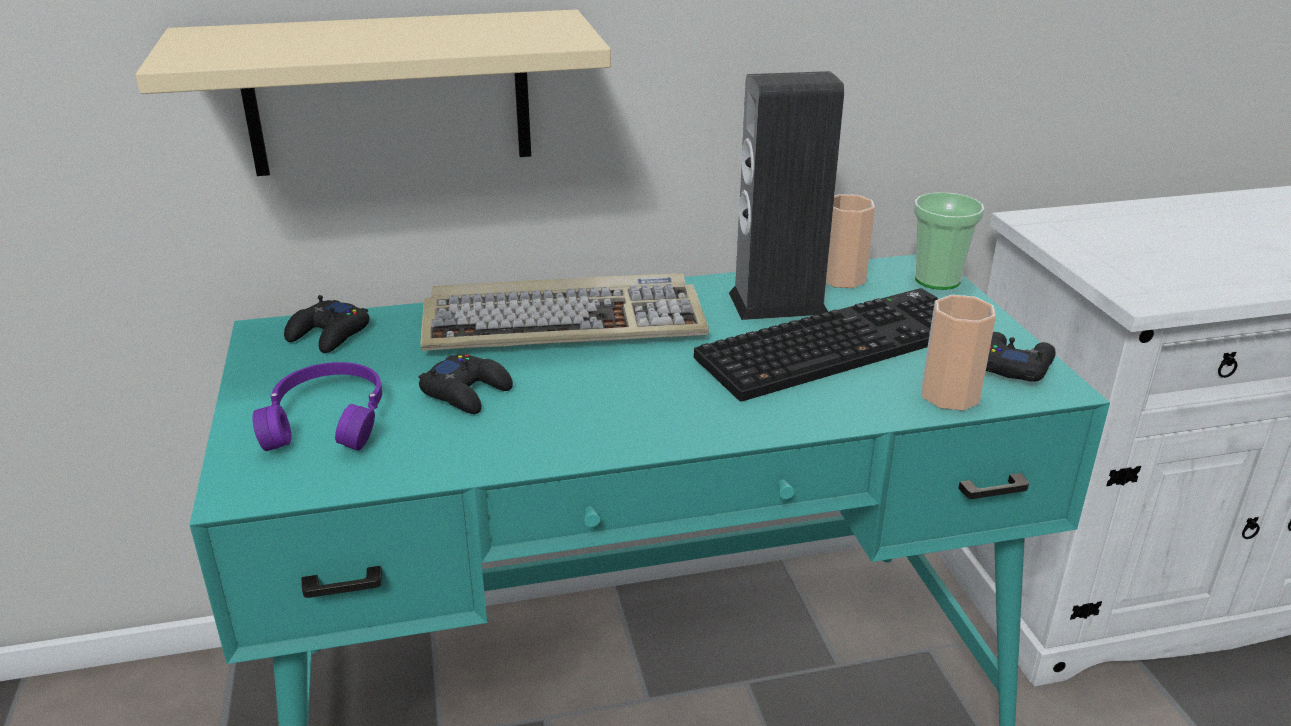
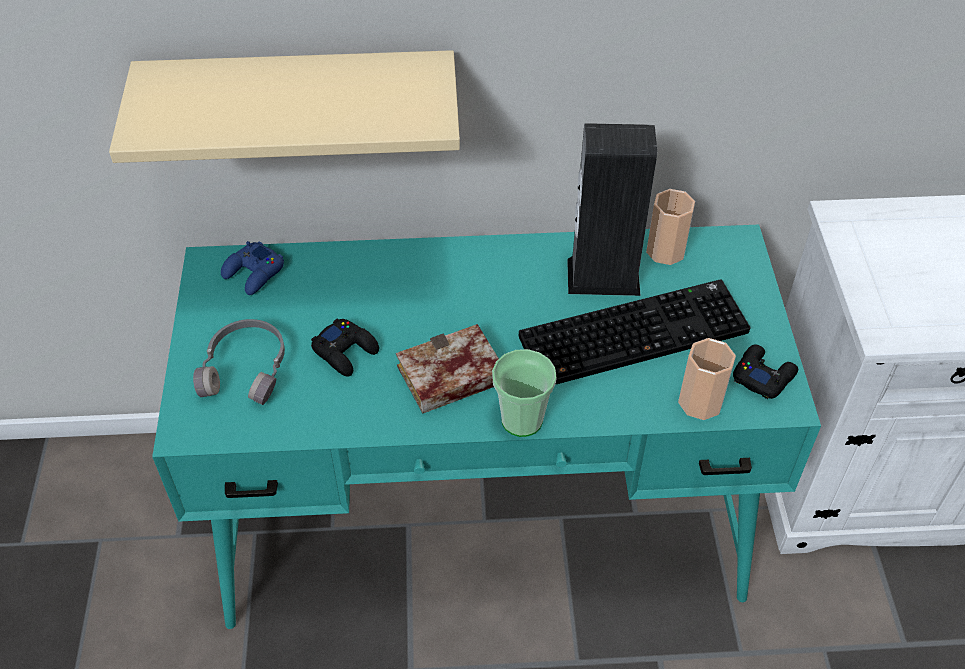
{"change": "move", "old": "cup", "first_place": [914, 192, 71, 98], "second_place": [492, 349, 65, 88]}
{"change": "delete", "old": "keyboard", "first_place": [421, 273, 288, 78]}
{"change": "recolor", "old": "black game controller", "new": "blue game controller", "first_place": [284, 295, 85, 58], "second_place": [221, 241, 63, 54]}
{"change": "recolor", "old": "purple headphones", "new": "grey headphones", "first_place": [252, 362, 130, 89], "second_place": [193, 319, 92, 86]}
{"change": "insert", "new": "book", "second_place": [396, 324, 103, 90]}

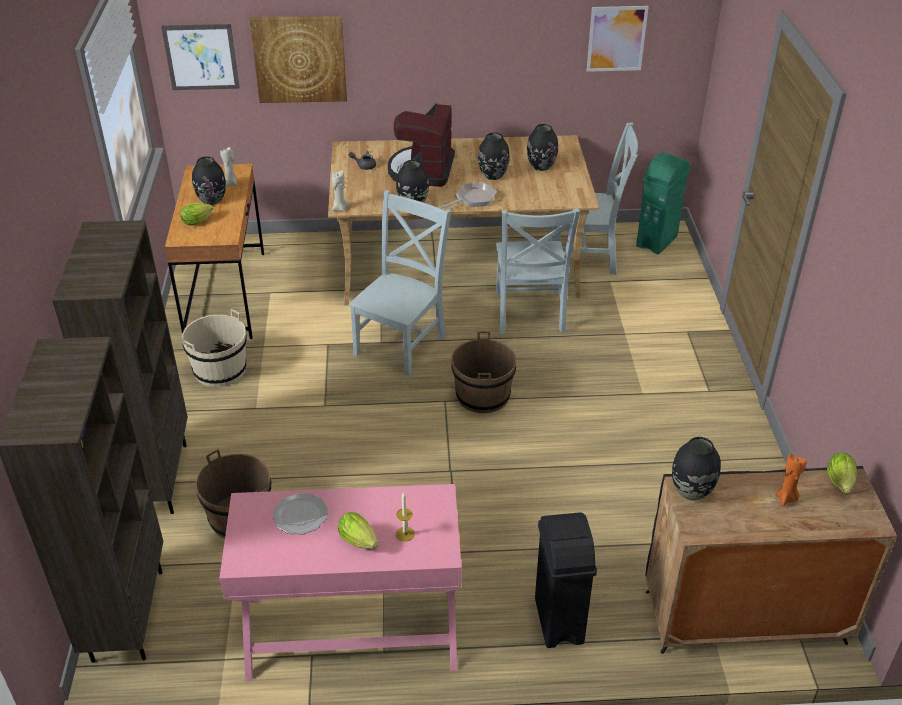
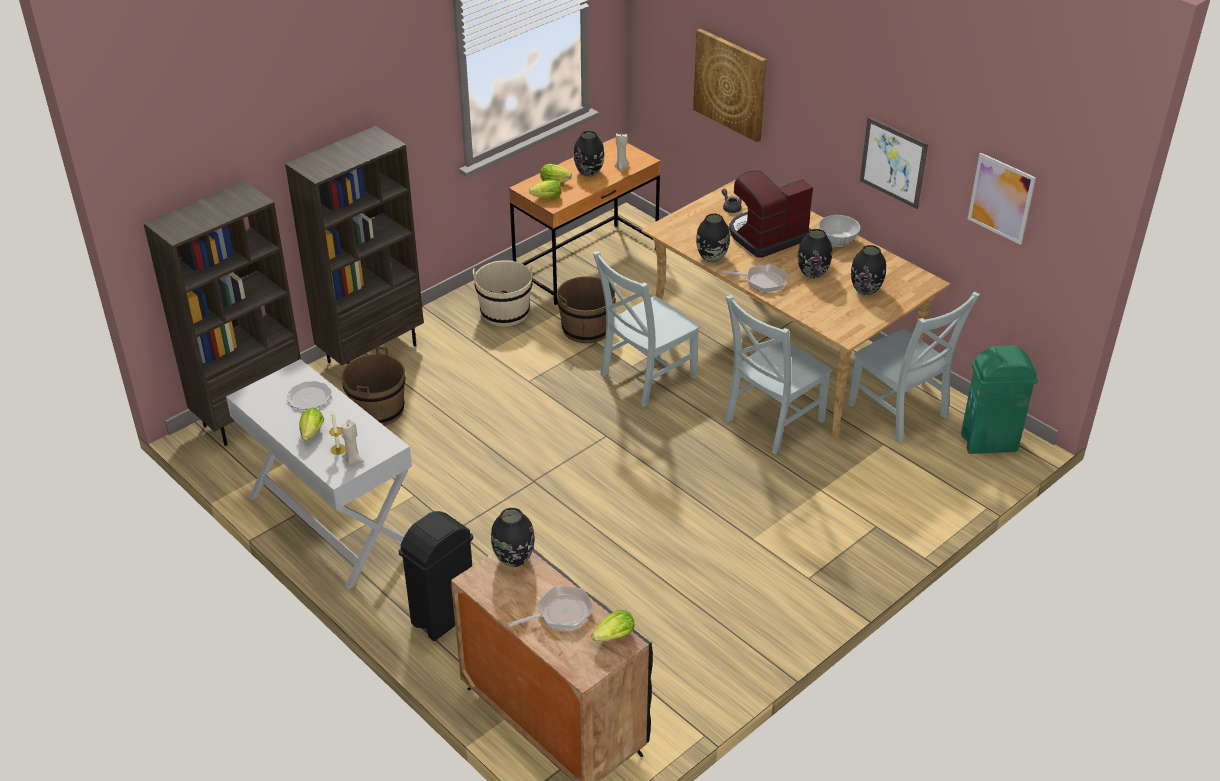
{"change": "move", "old": "picture", "first_place": [161, 24, 79, 66], "second_place": [860, 117, 68, 92]}
{"change": "move", "old": "beige candle", "first_place": [331, 170, 19, 42], "second_place": [341, 419, 23, 46]}
{"change": "rotate", "old": "grey chair", "first_place": [349, 190, 103, 186], "second_place": [593, 251, 107, 156], "degrees": 150}
{"change": "move", "old": "brown bucket", "first_place": [451, 331, 66, 82], "second_place": [557, 276, 59, 67]}
{"change": "replace", "old": "orange candle", "new": "frying pan", "first_place": [775, 454, 32, 53], "second_place": [508, 586, 86, 43]}
{"change": "recolor", "old": "pink console table", "new": "white console table", "first_place": [219, 484, 243, 197], "second_place": [226, 359, 186, 230]}
{"change": "insert", "new": "lettuce", "second_place": [529, 180, 32, 19]}
{"change": "insert", "new": "white bowl", "second_place": [819, 215, 41, 32]}

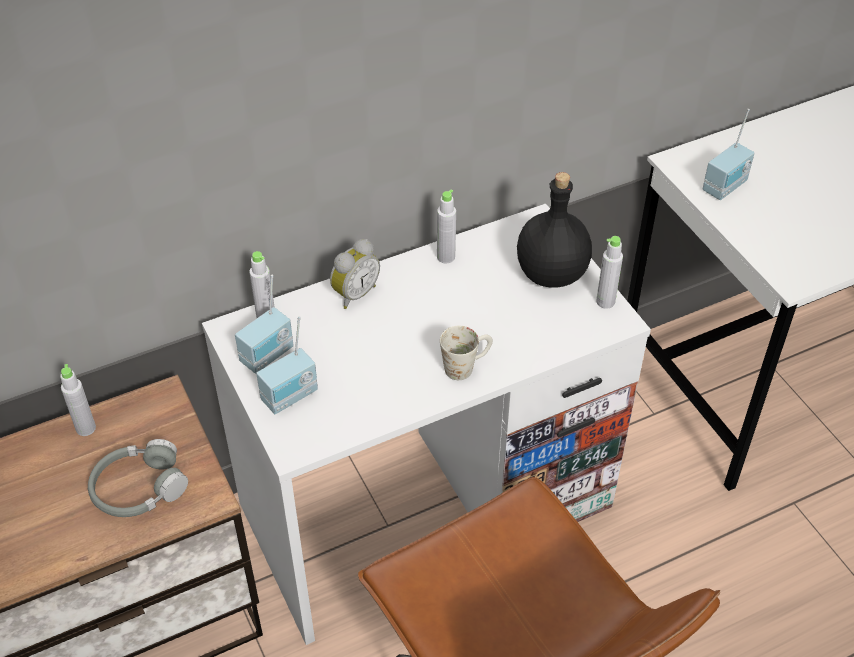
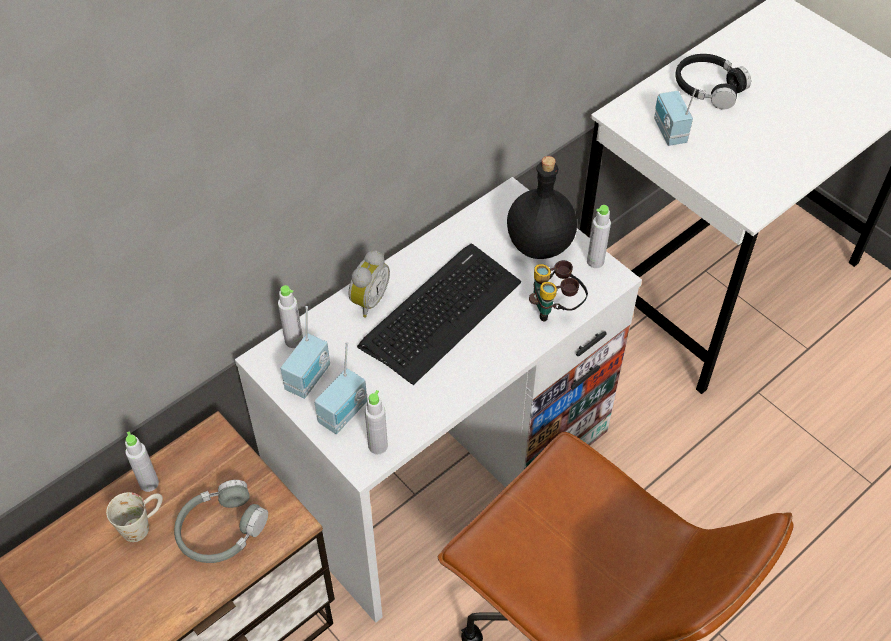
{"change": "rotate", "old": "radio", "first_place": [702, 109, 52, 91], "second_place": [654, 87, 43, 59], "degrees": 135}
{"change": "move", "old": "grey bottle", "first_place": [437, 190, 19, 74], "second_place": [365, 390, 23, 64]}
{"change": "move", "old": "white mug", "first_place": [440, 326, 53, 54], "second_place": [106, 492, 57, 50]}
{"change": "insert", "new": "black headphones", "second_place": [675, 54, 76, 55]}
{"change": "insert", "new": "keyboard", "second_place": [357, 243, 164, 142]}
{"change": "insert", "new": "binoculars", "second_place": [529, 260, 59, 62]}

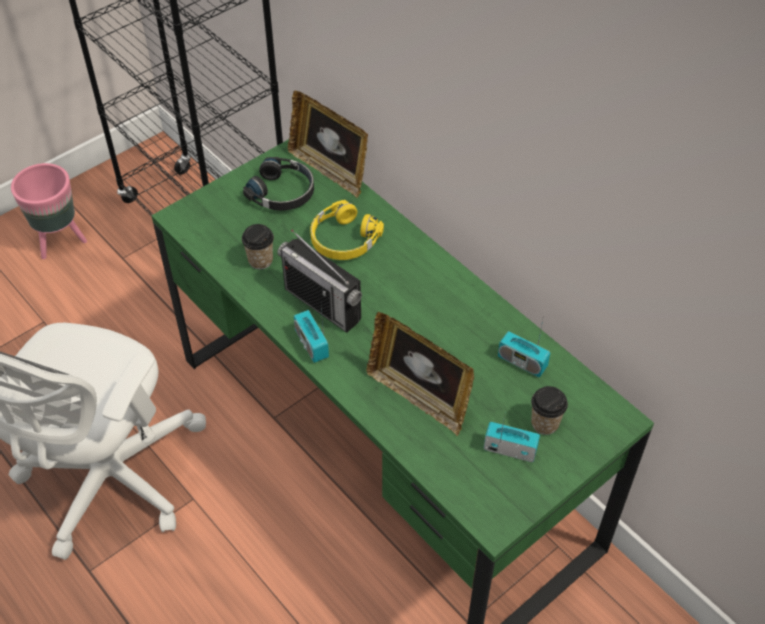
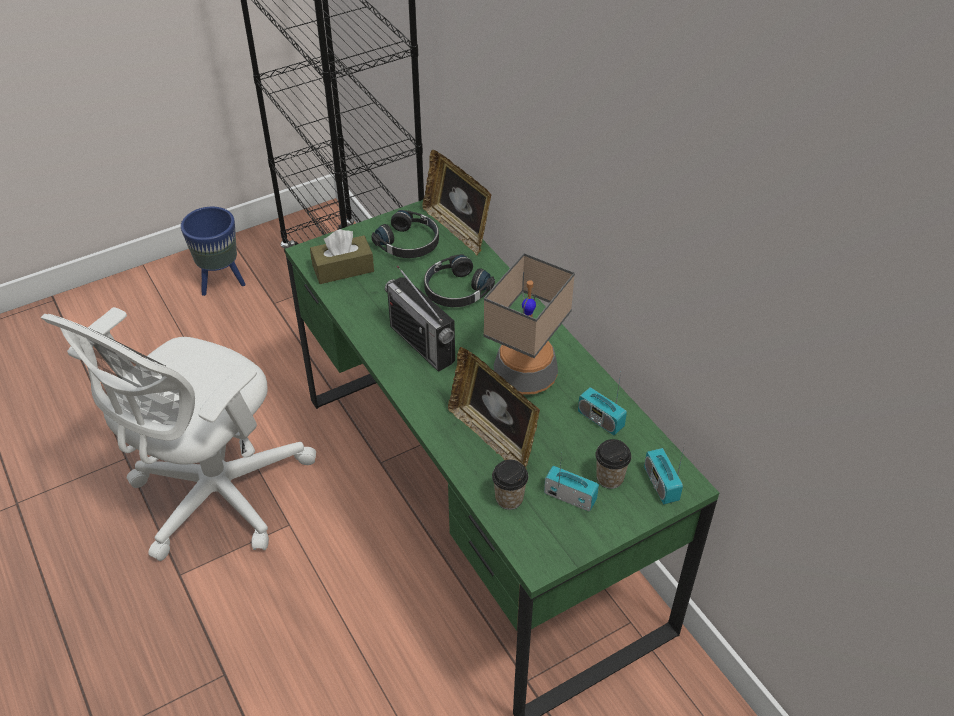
{"change": "recolor", "old": "pink planter", "new": "blue planter", "first_place": [11, 163, 76, 96], "second_place": [181, 207, 65, 89]}
{"change": "recolor", "old": "yellow headphones", "new": "black headphones", "first_place": [310, 200, 74, 60], "second_place": [424, 254, 71, 53]}
{"change": "move", "old": "cup", "first_place": [242, 224, 32, 46], "second_place": [492, 460, 36, 50]}
{"change": "move", "old": "radio", "first_place": [294, 307, 35, 56], "second_place": [644, 444, 41, 60]}
{"change": "insert", "new": "brown tissue box", "second_place": [310, 229, 64, 55]}
{"change": "insert", "new": "table lamp", "second_place": [483, 253, 92, 142]}

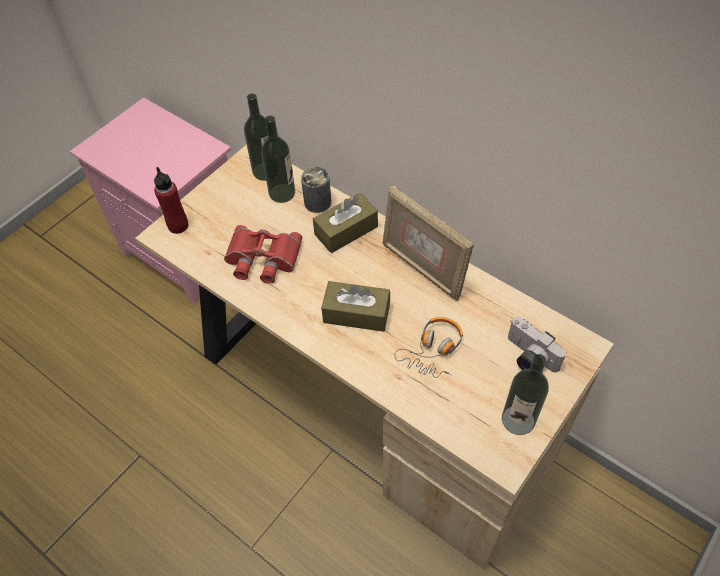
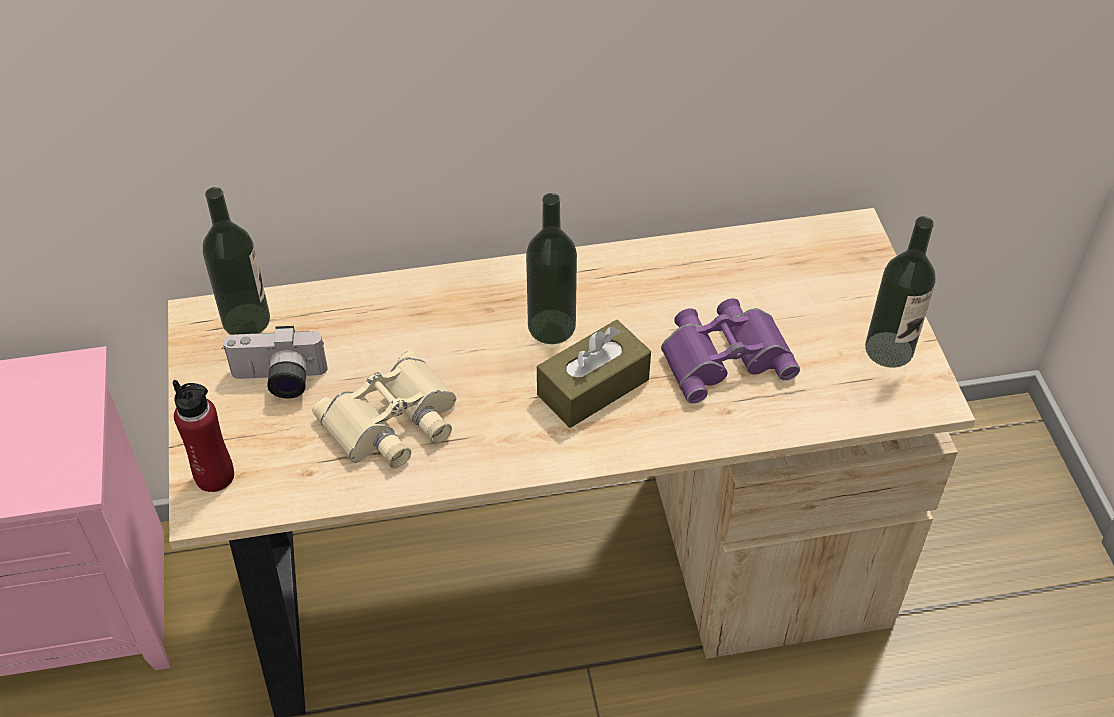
{"change": "move", "old": "bottle", "first_place": [261, 115, 34, 88], "second_place": [526, 193, 51, 151]}
{"change": "delete", "old": "can", "first_place": [301, 167, 30, 46]}
{"change": "delete", "old": "picture frame", "first_place": [382, 186, 92, 115]}
{"change": "delete", "old": "brown tissue box", "first_place": [313, 193, 65, 60]}
{"change": "recolor", "old": "red binoculars", "new": "beige binoculars", "first_place": [224, 225, 78, 59], "second_place": [312, 351, 144, 117]}
{"change": "replace", "old": "headphones", "new": "purple binoculars", "first_place": [395, 317, 68, 61], "second_place": [661, 298, 139, 105]}
{"change": "move", "old": "photo camera", "first_place": [508, 317, 59, 55], "second_place": [222, 326, 106, 72]}

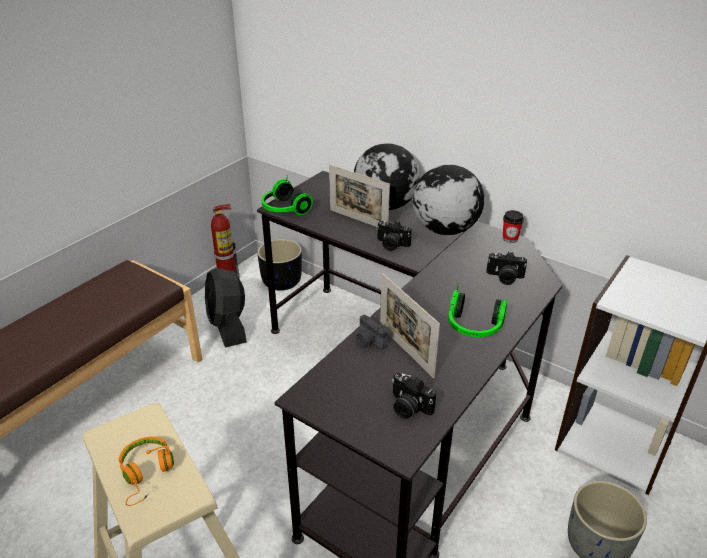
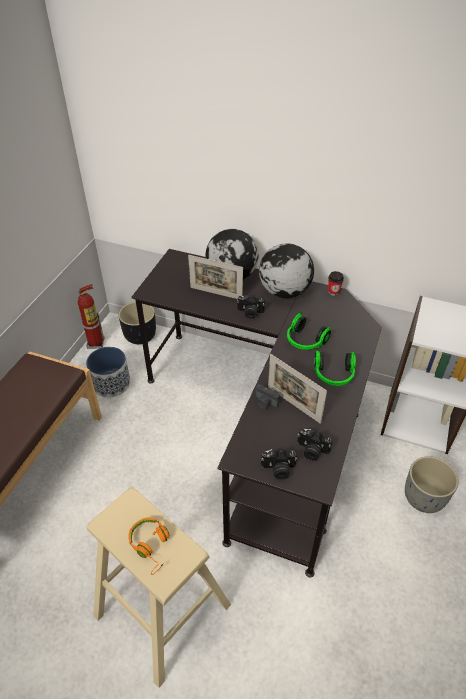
{"change": "move", "old": "headphones", "first_place": [262, 175, 51, 40], "second_place": [287, 310, 44, 40]}
{"change": "move", "old": "photo camera", "first_place": [486, 252, 41, 33], "second_place": [261, 449, 36, 31]}
{"change": "replace", "old": "black fan", "new": "planter", "first_place": [205, 268, 42, 80], "second_place": [86, 347, 44, 51]}

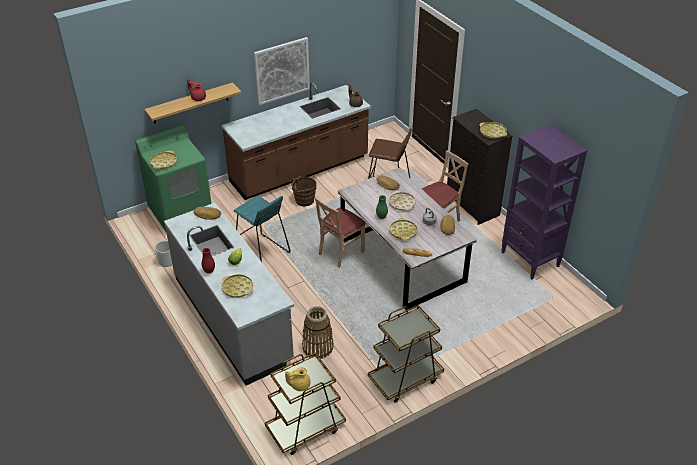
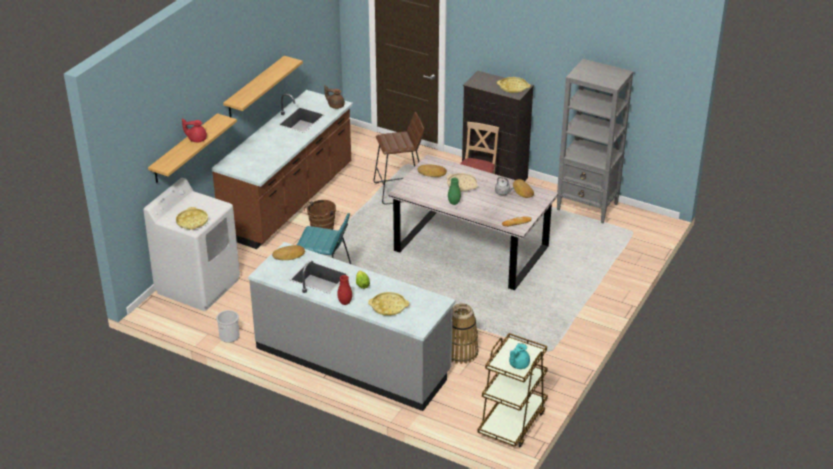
{"change": "replace", "old": "picture", "new": "shelf", "first_place": [254, 37, 56, 68], "second_place": [223, 56, 80, 61]}
{"change": "recolor", "old": "purple bookcase", "new": "grey bookcase", "first_place": [501, 125, 86, 154], "second_place": [556, 59, 77, 164]}
{"change": "recolor", "old": "green washing machine", "new": "white washing machine", "first_place": [135, 126, 77, 105], "second_place": [143, 178, 97, 133]}
{"change": "delete", "old": "beige chair", "first_place": [315, 197, 51, 71]}
{"change": "delete", "old": "yellow tray", "first_place": [389, 218, 29, 22]}
{"change": "delete", "old": "brown cart", "first_place": [368, 305, 76, 98]}
{"change": "recolor", "old": "yellow teapot", "new": "turquoise teapot", "first_place": [285, 367, 26, 24], "second_place": [509, 343, 21, 26]}

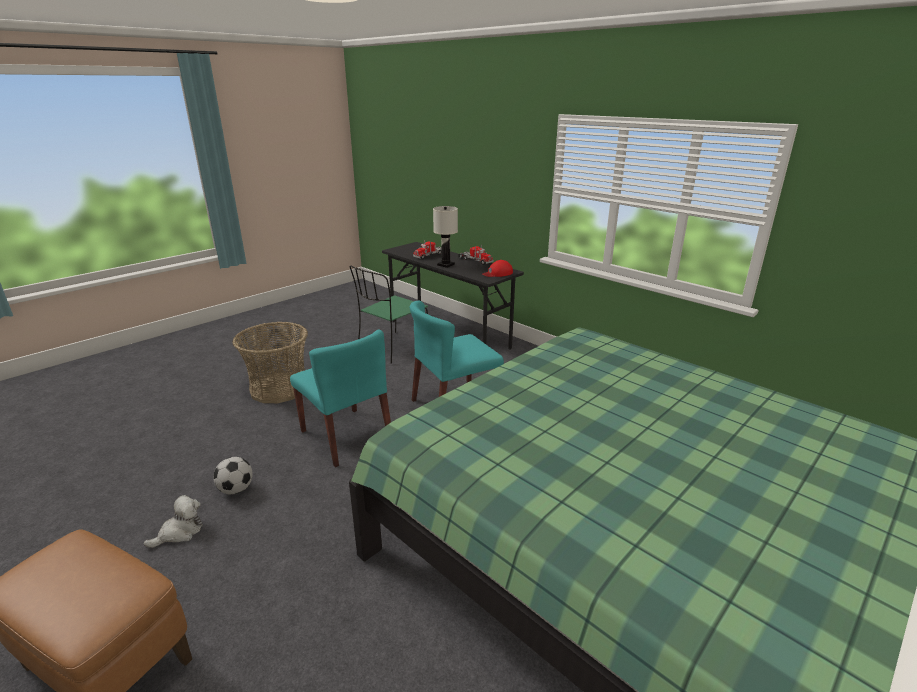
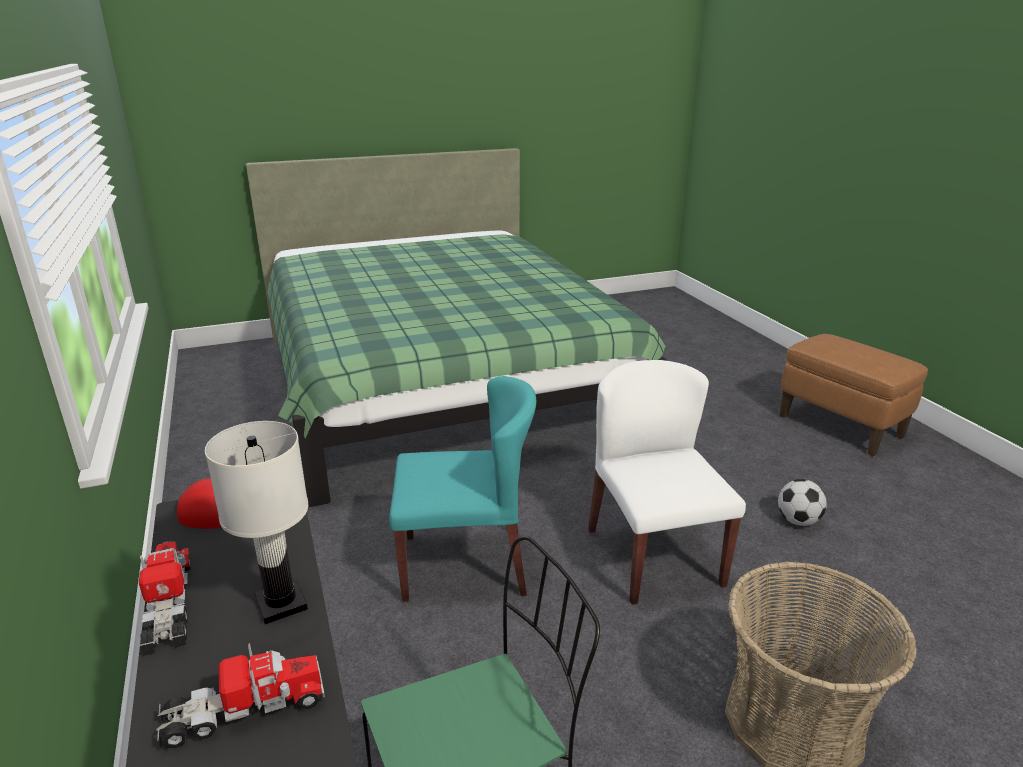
{"change": "recolor", "old": "turquoise chair", "new": "white chair", "first_place": [290, 330, 101, 137], "second_place": [588, 360, 158, 245]}
{"change": "delete", "old": "plush toy", "first_place": [144, 495, 59, 53]}

